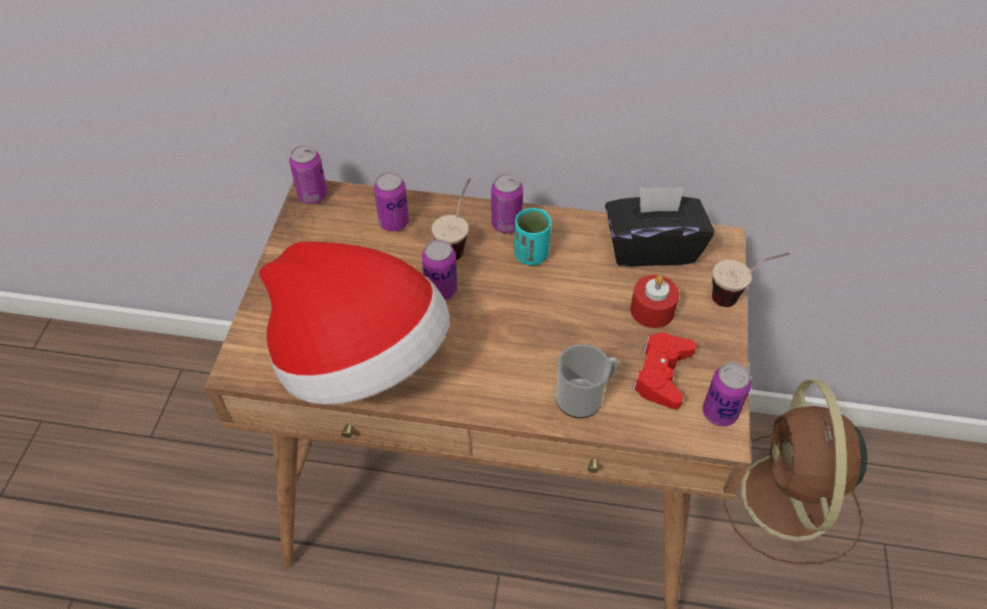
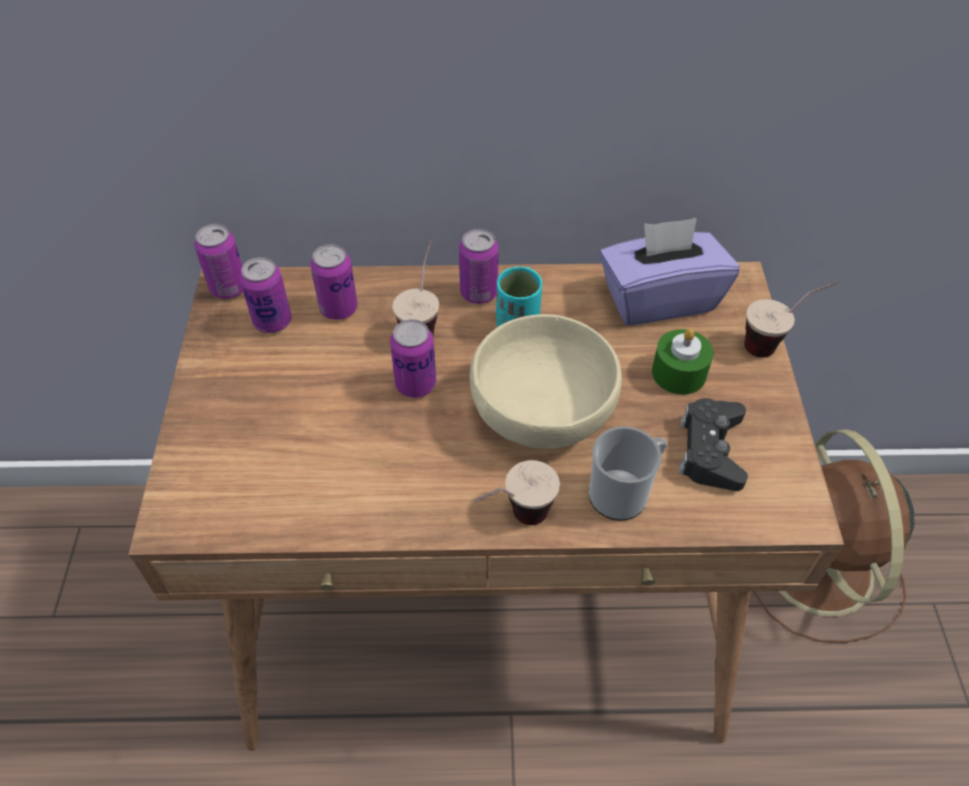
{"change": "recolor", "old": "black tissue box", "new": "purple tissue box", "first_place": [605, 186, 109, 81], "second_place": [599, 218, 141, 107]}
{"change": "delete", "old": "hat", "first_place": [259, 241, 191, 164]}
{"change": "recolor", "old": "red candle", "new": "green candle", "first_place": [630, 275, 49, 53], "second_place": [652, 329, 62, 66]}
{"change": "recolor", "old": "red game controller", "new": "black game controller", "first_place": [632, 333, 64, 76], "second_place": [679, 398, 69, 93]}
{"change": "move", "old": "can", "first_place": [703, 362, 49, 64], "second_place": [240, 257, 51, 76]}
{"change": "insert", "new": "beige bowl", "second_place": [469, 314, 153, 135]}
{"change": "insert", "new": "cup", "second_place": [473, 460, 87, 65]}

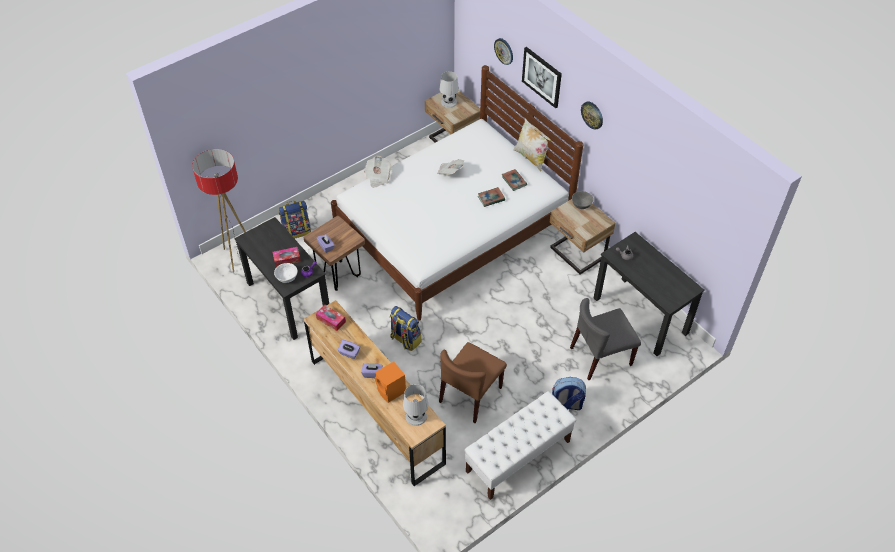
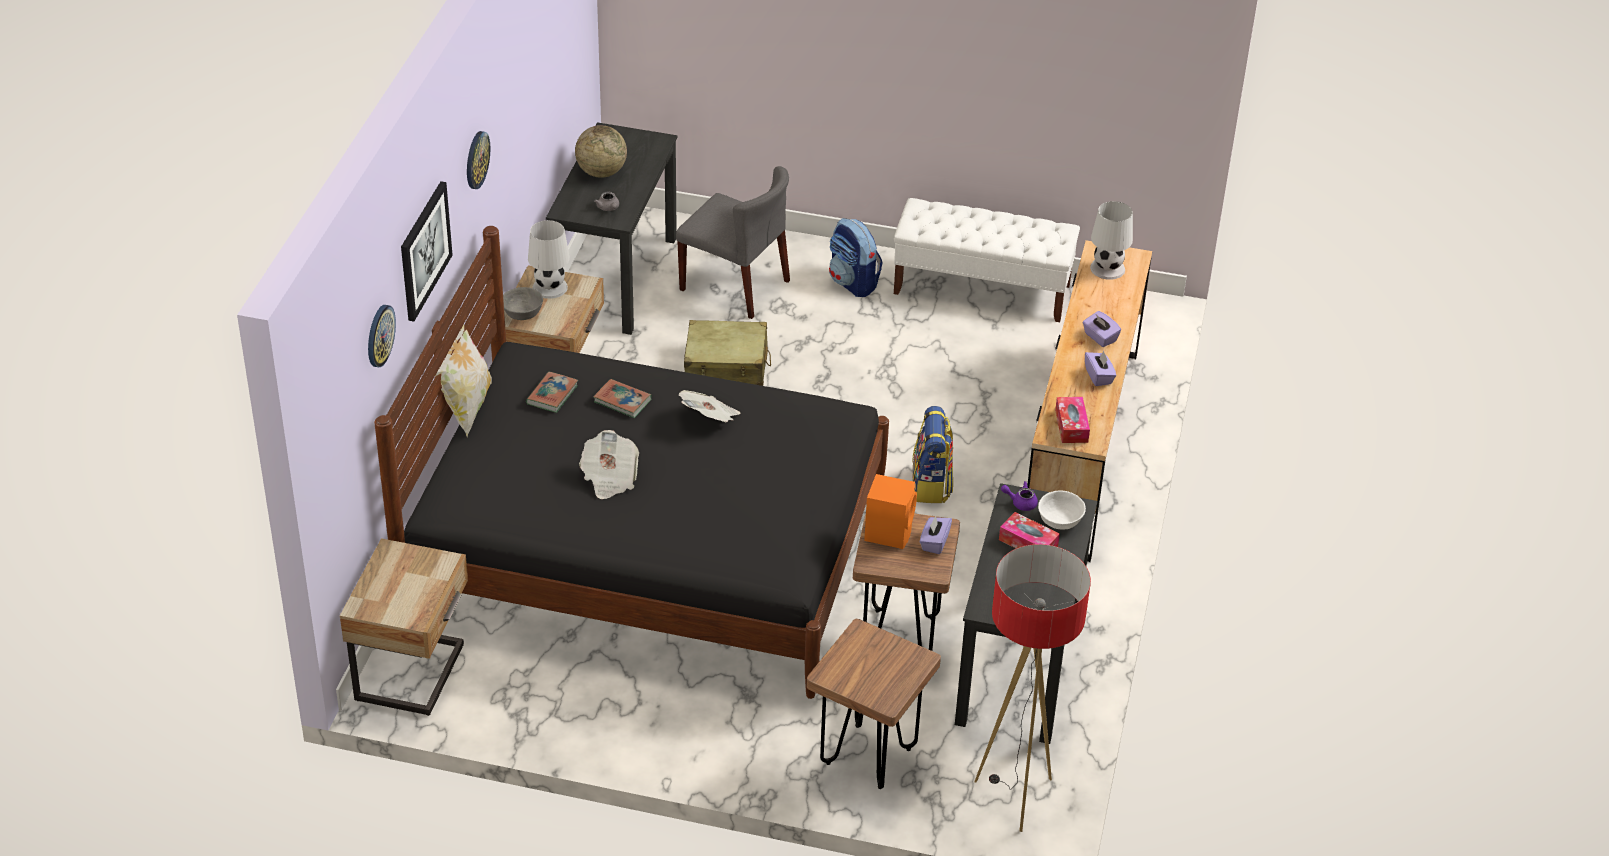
{"change": "recolor", "old": "white bed", "new": "black bed", "first_place": [331, 65, 252, 255], "second_place": [374, 226, 515, 473]}
{"change": "move", "old": "white table lamp", "first_place": [440, 71, 19, 37], "second_place": [528, 220, 42, 79]}
{"change": "move", "old": "newspaper", "first_place": [364, 156, 28, 32], "second_place": [679, 390, 61, 32]}
{"change": "replace", "old": "backpack", "new": "brown stool", "first_place": [279, 201, 32, 38], "second_place": [806, 619, 135, 170]}
{"change": "delete", "old": "brown chair", "first_place": [439, 342, 68, 81]}
{"change": "move", "old": "orange speaker", "first_place": [375, 362, 31, 41], "second_place": [864, 474, 53, 75]}
{"change": "insert", "new": "globe", "second_place": [575, 125, 52, 53]}
{"change": "insert", "new": "beige suitcase", "second_place": [684, 320, 87, 66]}

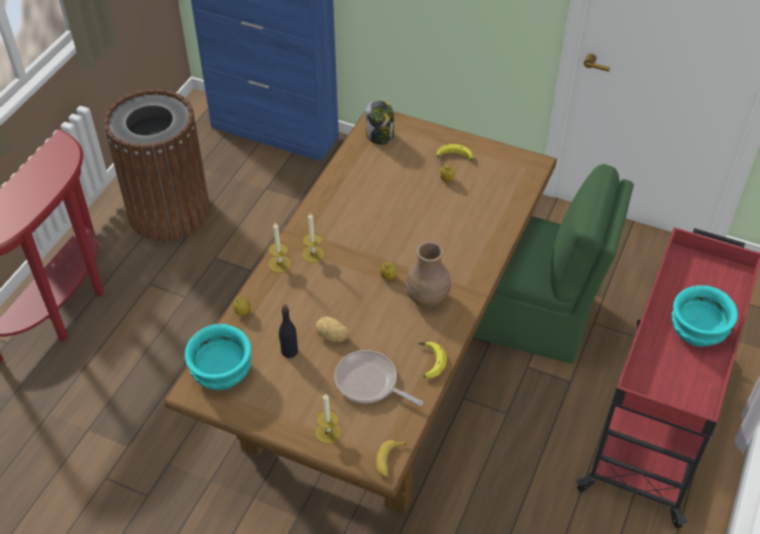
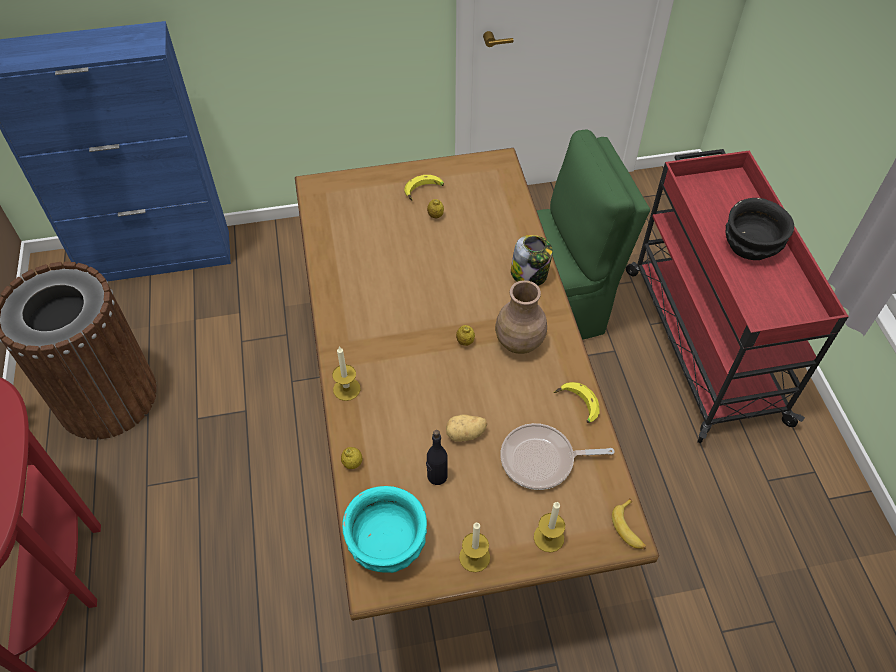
{"change": "move", "old": "jar", "first_place": [365, 100, 29, 45], "second_place": [511, 235, 42, 51]}
{"change": "move", "old": "candle", "first_place": [302, 213, 22, 50], "second_place": [459, 523, 31, 49]}
{"change": "recolor", "old": "turquoise bowl", "new": "black bowl", "first_place": [671, 285, 67, 62], "second_place": [725, 198, 69, 62]}

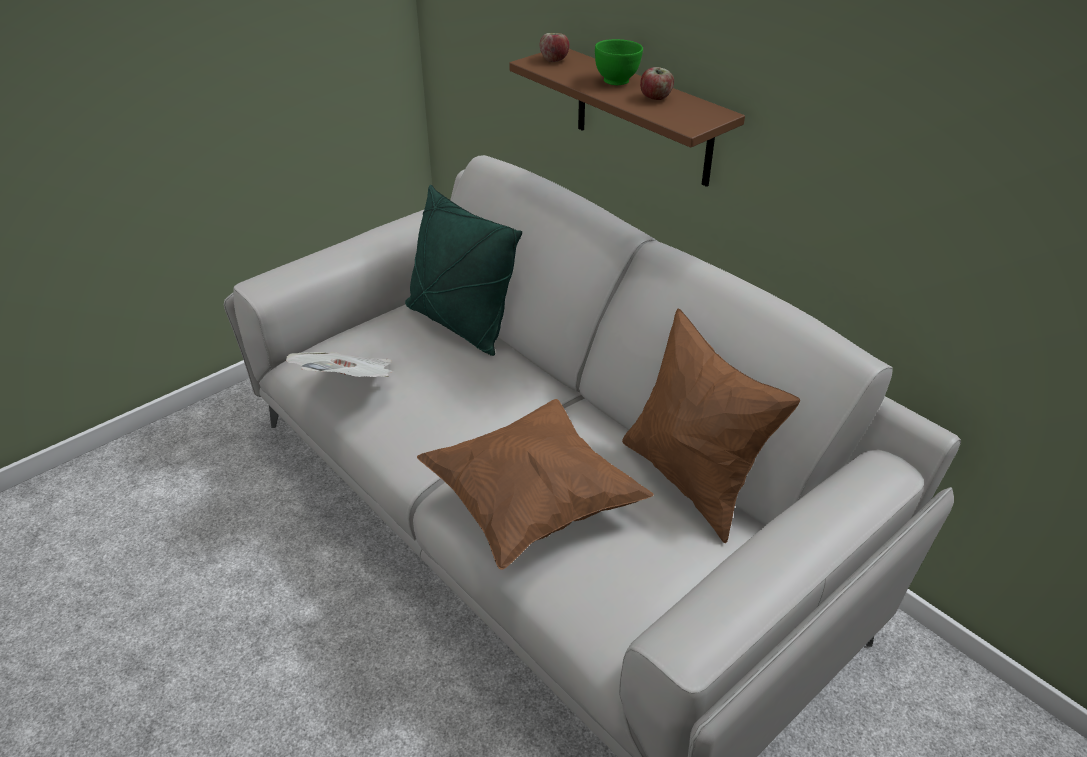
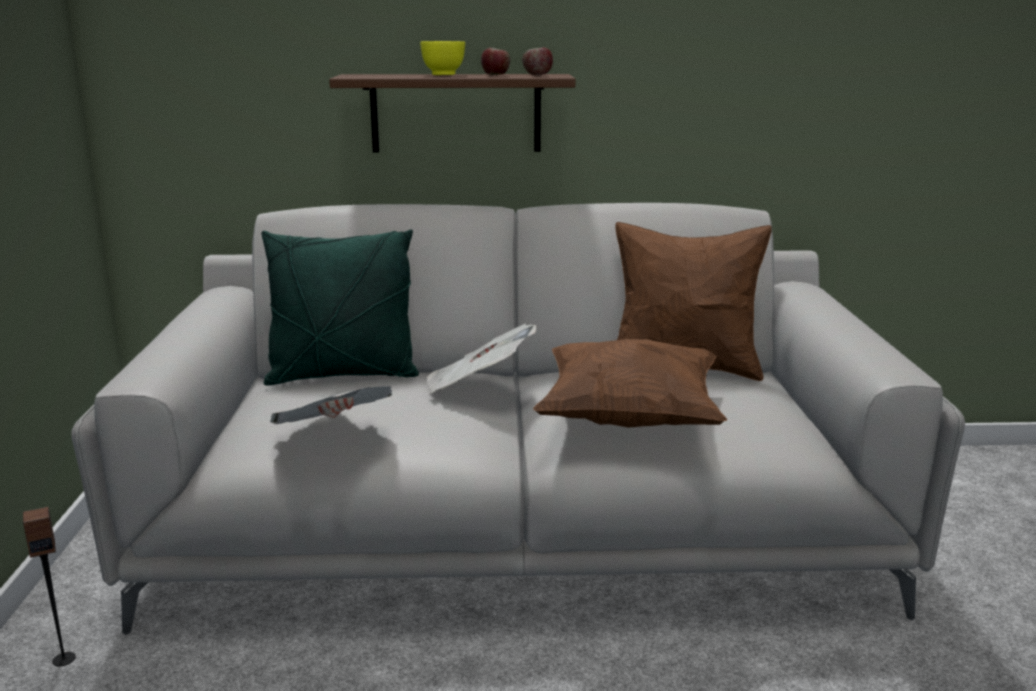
{"change": "move", "old": "apple", "first_place": [540, 33, 29, 29], "second_place": [522, 48, 31, 27]}
{"change": "recolor", "old": "green bowl", "new": "yellow bowl", "first_place": [595, 39, 48, 46], "second_place": [420, 41, 45, 34]}
{"change": "insert", "new": "newspaper", "second_place": [427, 323, 110, 71]}
{"change": "insert", "new": "speaker", "second_place": [23, 507, 53, 159]}

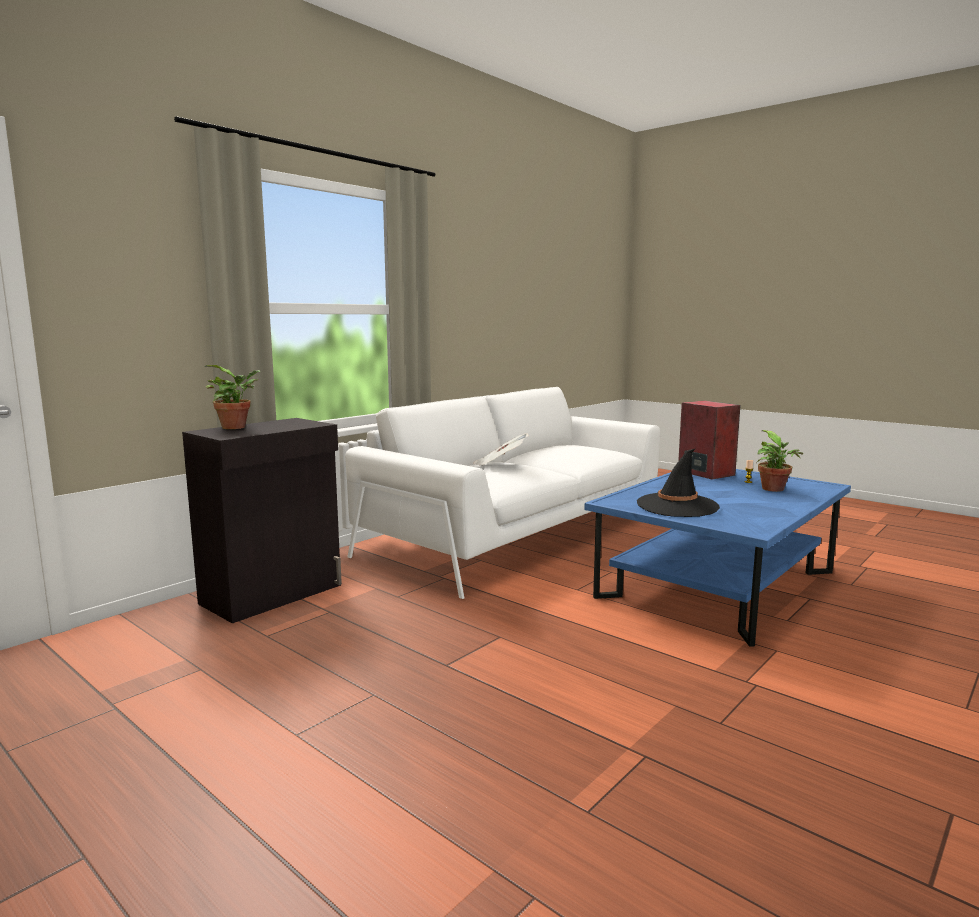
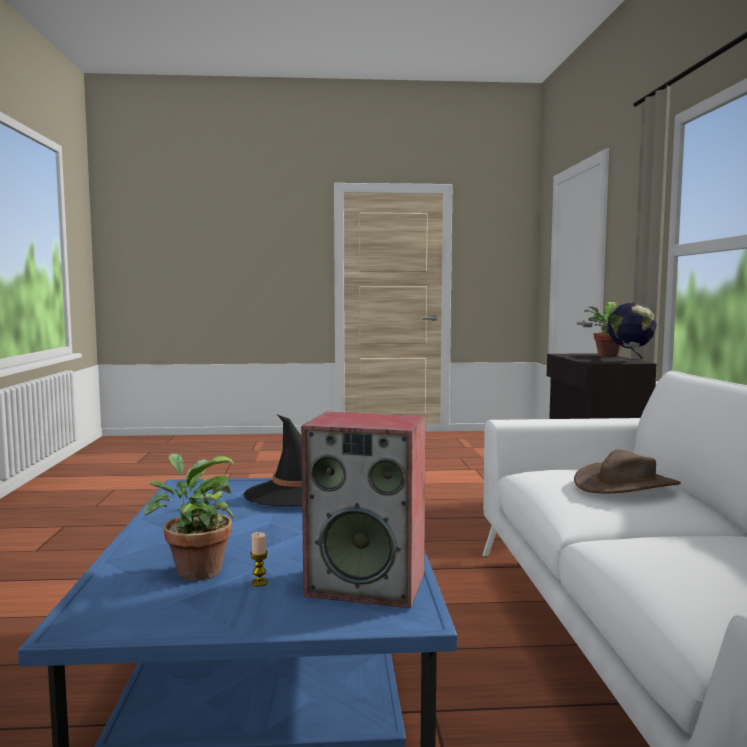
{"change": "replace", "old": "newspaper", "new": "brown hat", "first_place": [474, 434, 55, 32], "second_place": [574, 450, 107, 44]}
{"change": "insert", "new": "globe", "second_place": [608, 302, 49, 61]}

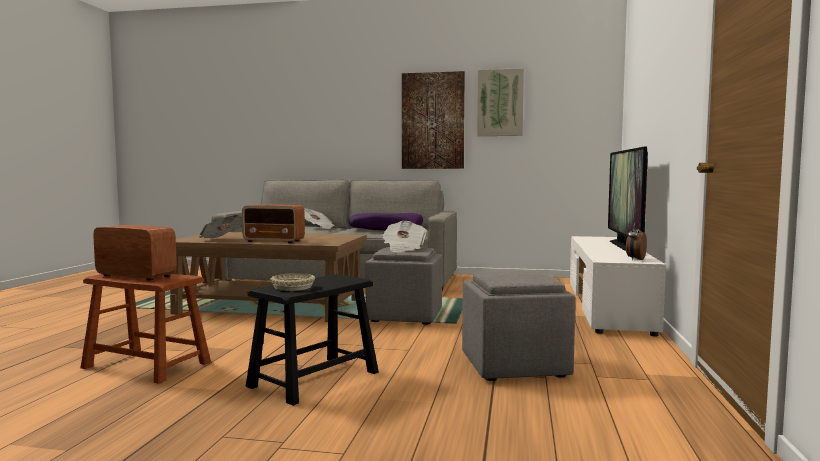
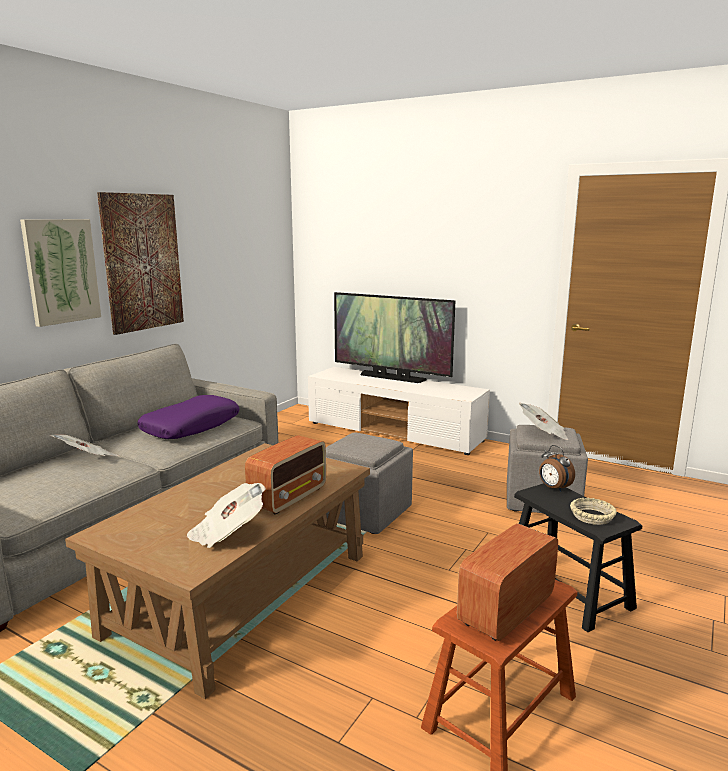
{"change": "move", "old": "picture", "first_place": [477, 68, 47, 68], "second_place": [20, 219, 81, 108]}
{"change": "move", "old": "newspaper", "first_place": [382, 221, 45, 31], "second_place": [519, 403, 49, 37]}
{"change": "move", "old": "alarm clock", "first_place": [626, 222, 21, 38], "second_place": [539, 445, 36, 47]}

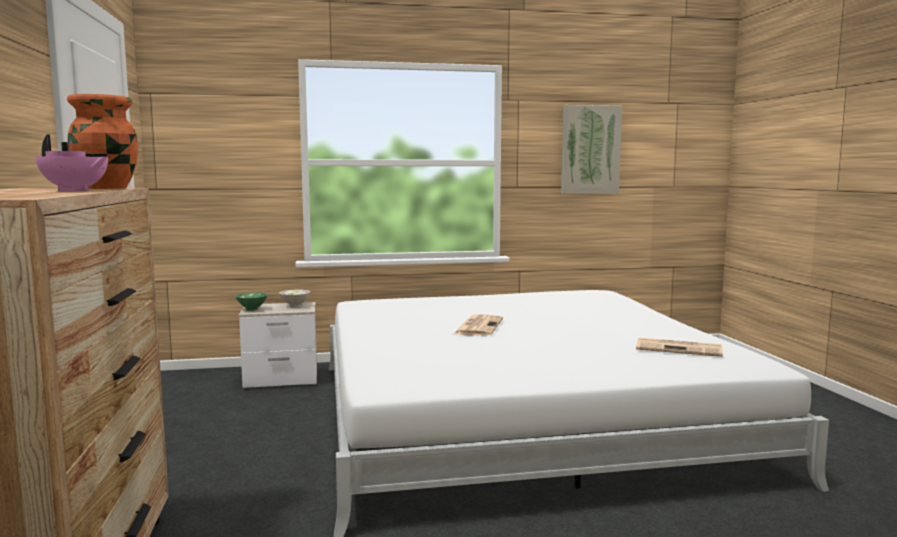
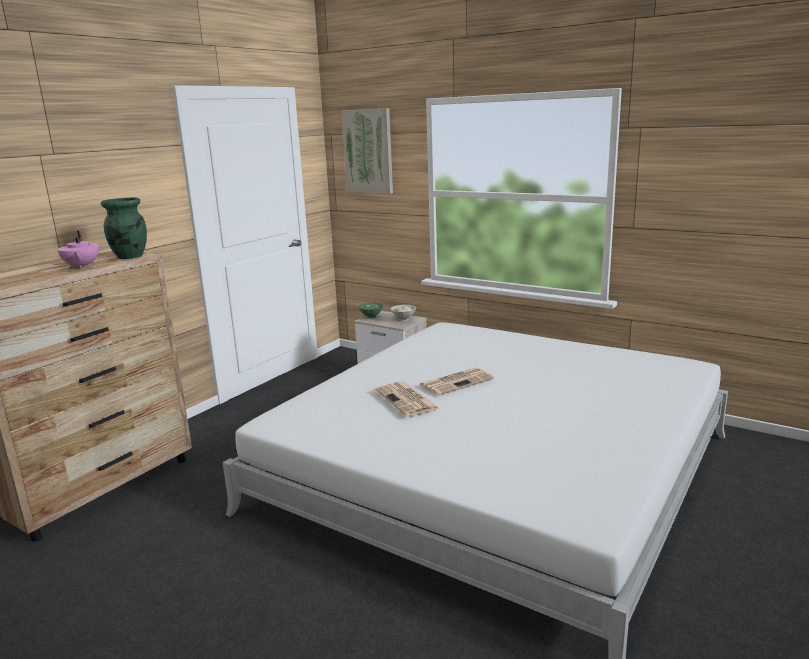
{"change": "recolor", "old": "orange vase", "new": "green vase", "first_place": [67, 94, 71, 95], "second_place": [101, 198, 46, 61]}
{"change": "move", "old": "picture", "first_place": [561, 105, 61, 89], "second_place": [341, 108, 52, 86]}
{"change": "move", "old": "newspaper", "first_place": [636, 338, 87, 19], "second_place": [375, 381, 65, 36]}

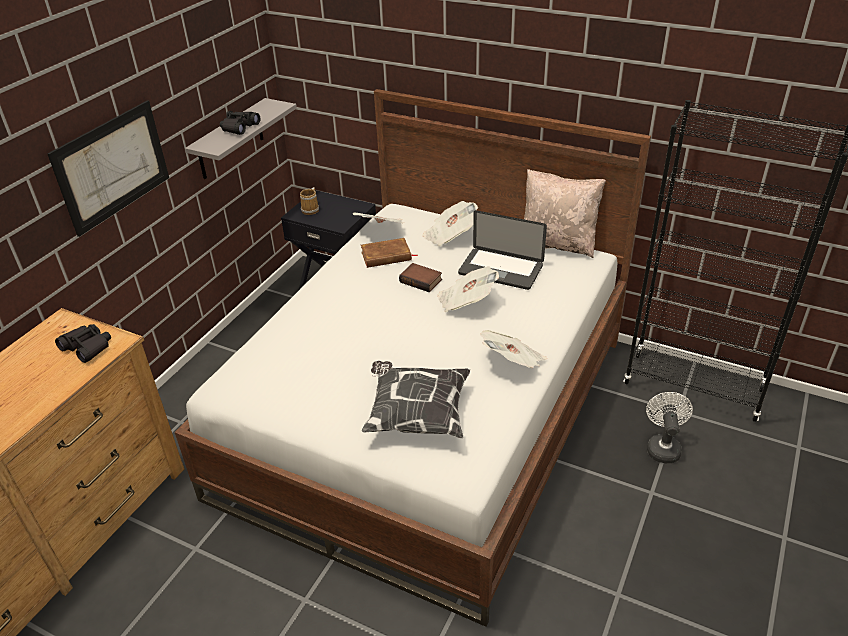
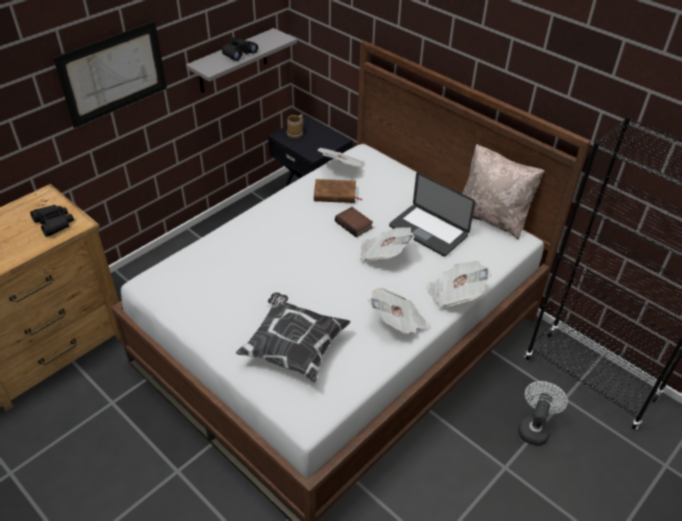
{"change": "move", "old": "newspaper", "first_place": [423, 201, 55, 45], "second_place": [426, 261, 65, 47]}

